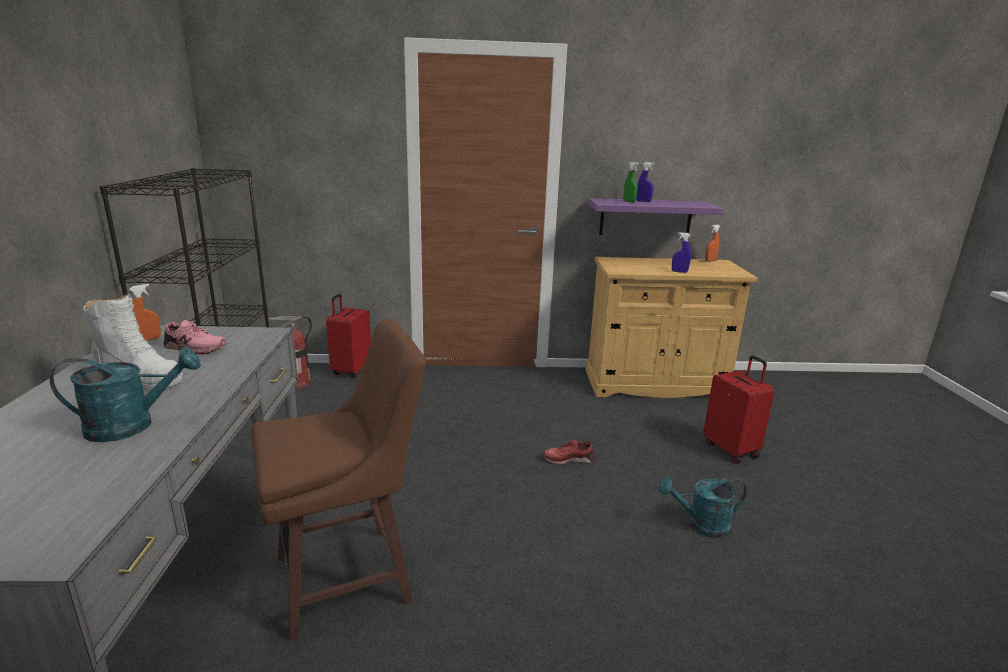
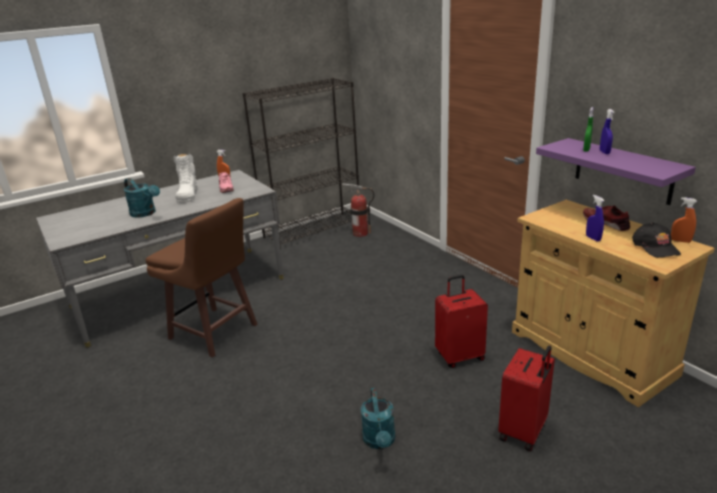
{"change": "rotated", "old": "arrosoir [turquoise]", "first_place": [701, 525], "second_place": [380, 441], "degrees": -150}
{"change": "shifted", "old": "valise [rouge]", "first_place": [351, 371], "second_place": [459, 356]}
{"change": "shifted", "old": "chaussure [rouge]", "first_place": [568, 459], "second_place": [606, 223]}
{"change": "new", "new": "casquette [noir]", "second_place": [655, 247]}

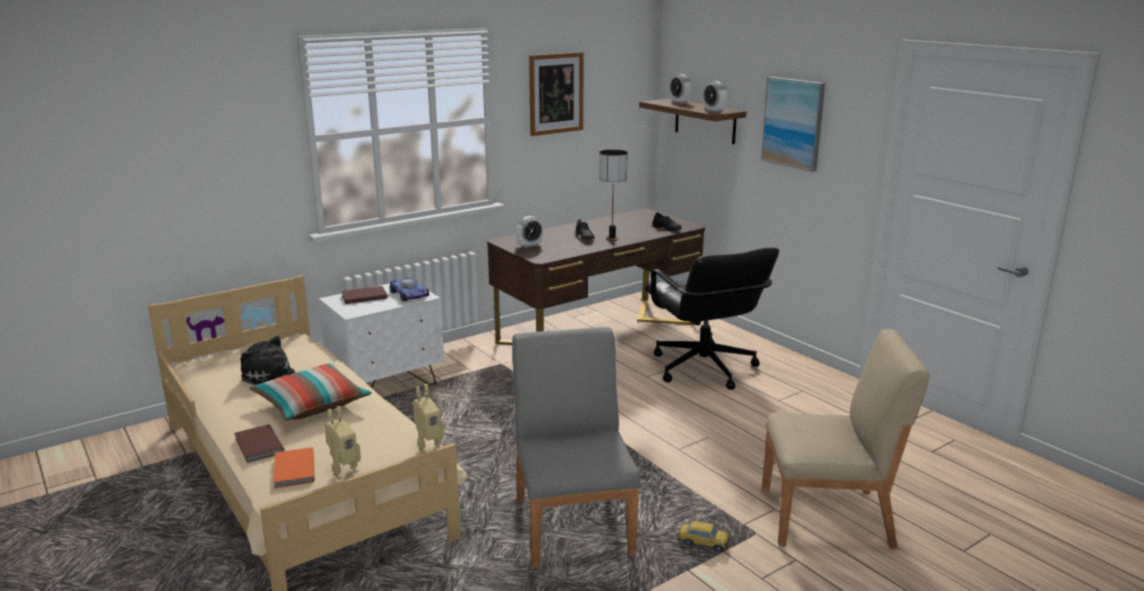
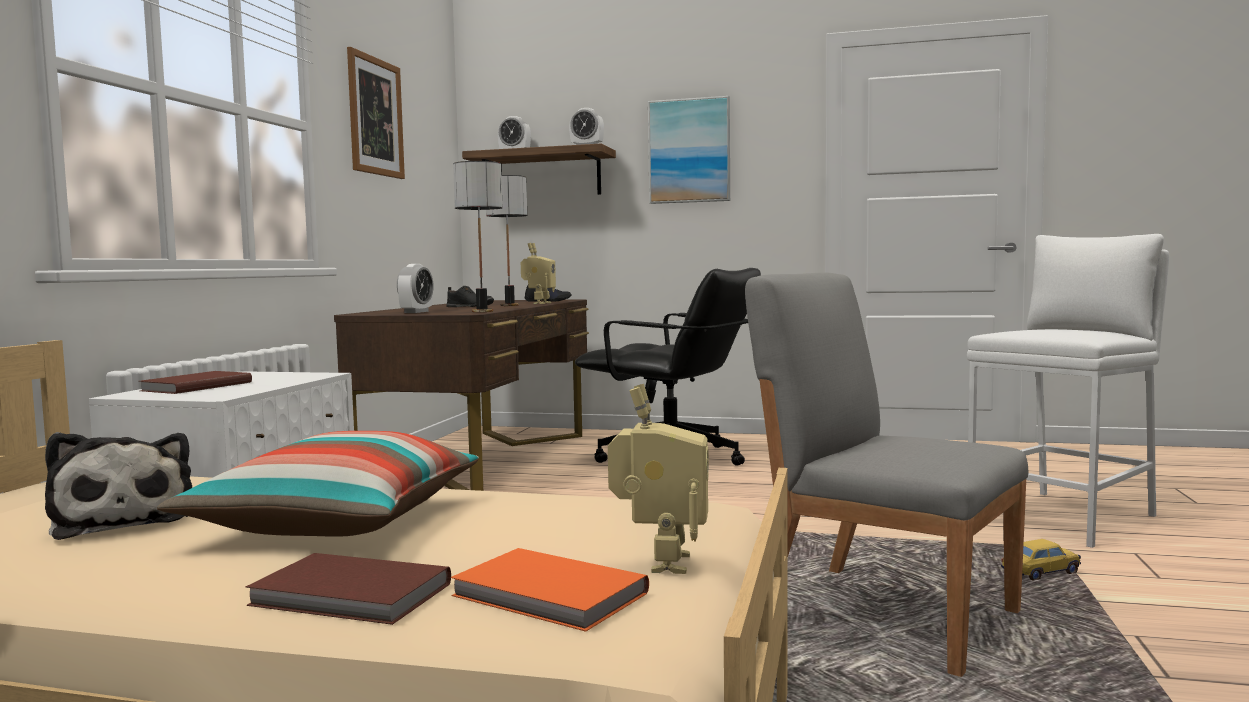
{"change": "rotated", "old": "peluche", "first_place": [270, 377], "second_place": [123, 520], "degrees": -120}
{"change": "new", "new": "lampe de table", "second_place": [482, 311]}
{"change": "shifted", "old": "robot jouet", "first_place": [428, 446], "second_place": [538, 303]}
{"change": "swapped", "old": "chaise [beige]", "new": "tabouret [blanc]", "first_place": [828, 518], "second_place": [1064, 517]}
{"change": "gone", "old": "petite voiture", "first_place": [409, 294]}

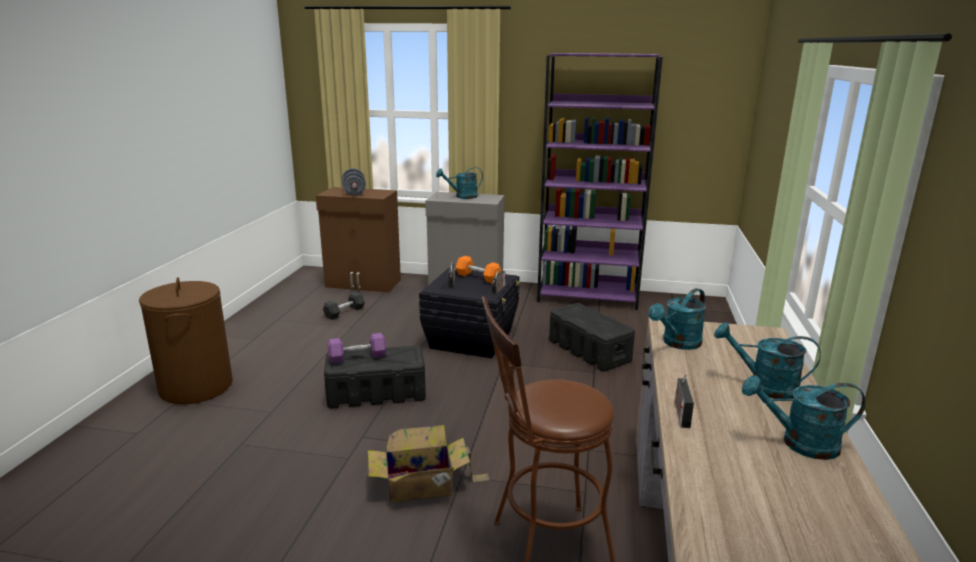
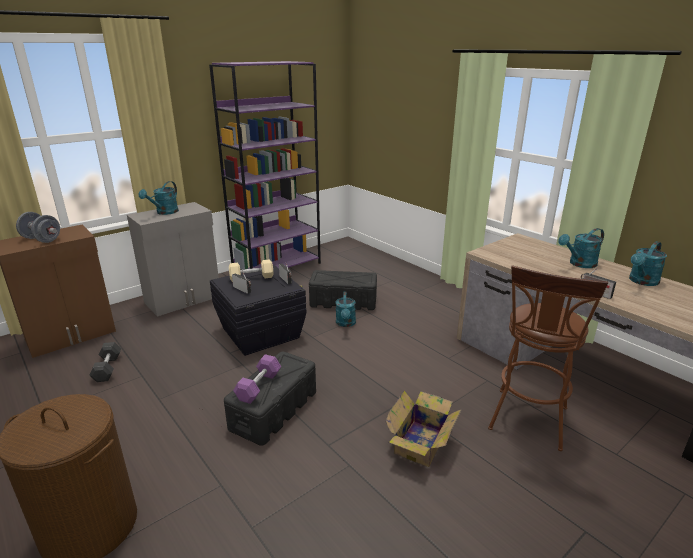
{"change": "repainted", "old": "haltère [orange]", "new": "haltère [beige]", "first_place": [478, 277], "second_place": [251, 277]}
{"change": "shifted", "old": "arrosoir [turquoise]", "first_place": [677, 343], "second_place": [346, 324]}

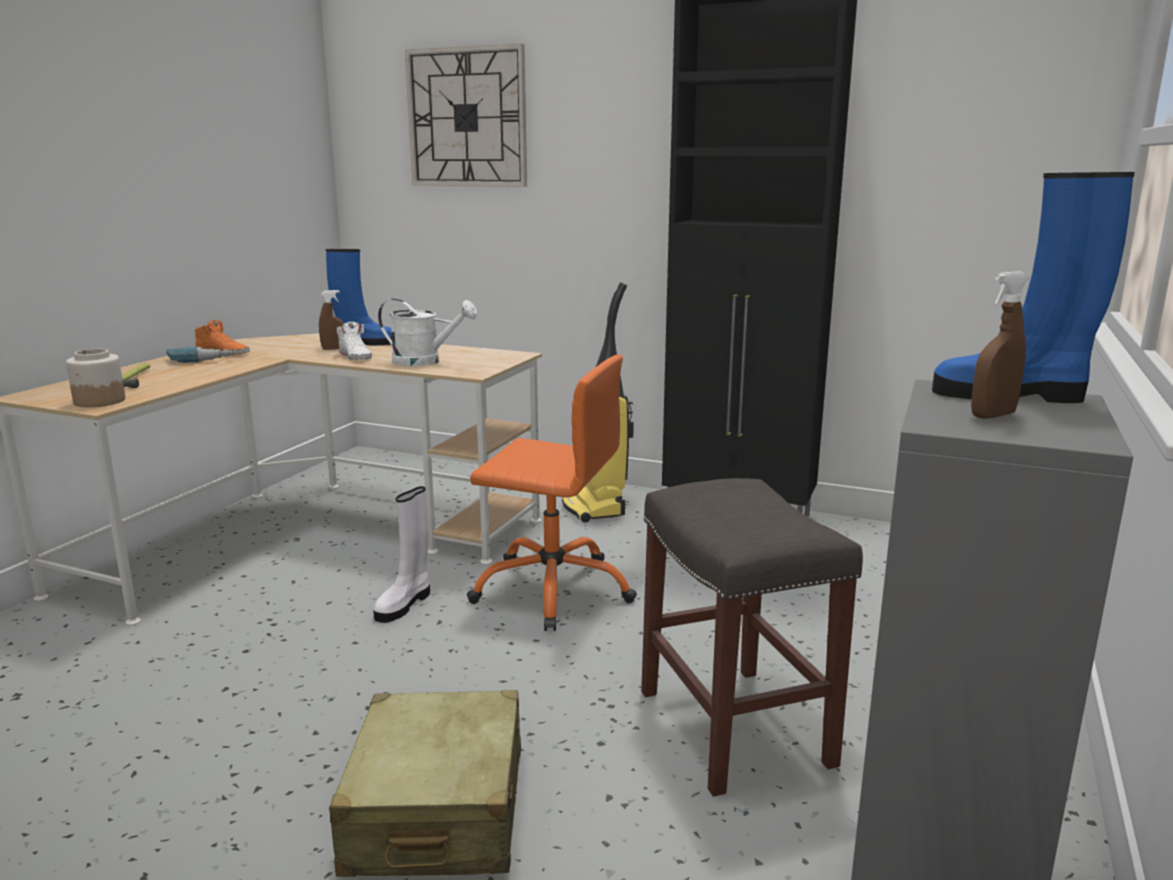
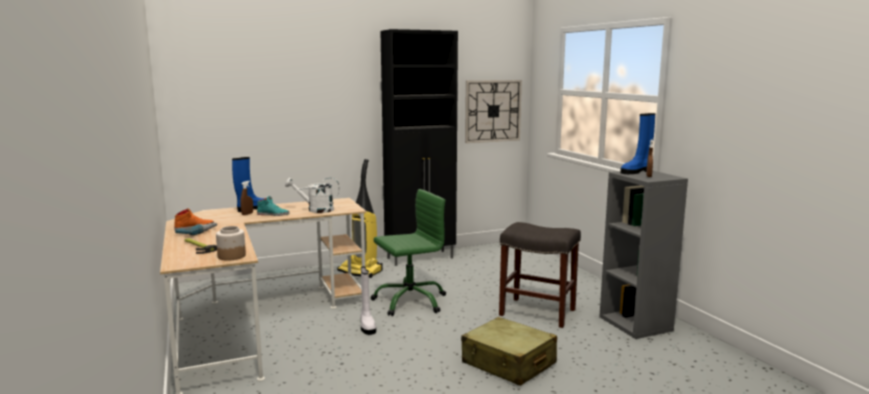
{"change": "repainted", "old": "chaussure [blanc]", "new": "chaussure [turquoise]", "first_place": [355, 356], "second_place": [273, 214]}
{"change": "rotated", "old": "arrosoir [blanc]", "first_place": [425, 362], "second_place": [316, 210], "degrees": -150}
{"change": "repainted", "old": "chaise de bureau [orange]", "new": "chaise de bureau [vert]", "first_place": [553, 589], "second_place": [410, 301]}
{"change": "shifted", "old": "horloge murale", "first_place": [467, 118], "second_place": [492, 111]}

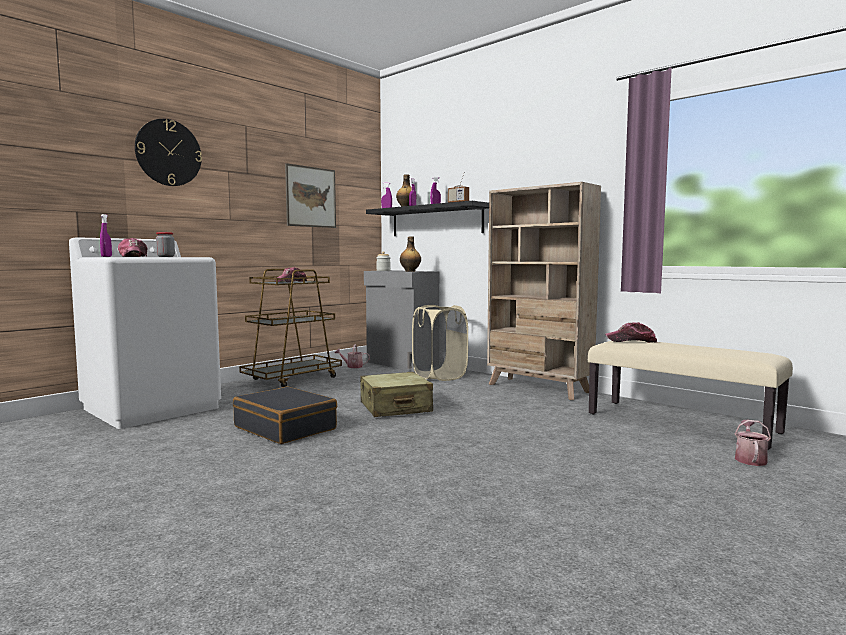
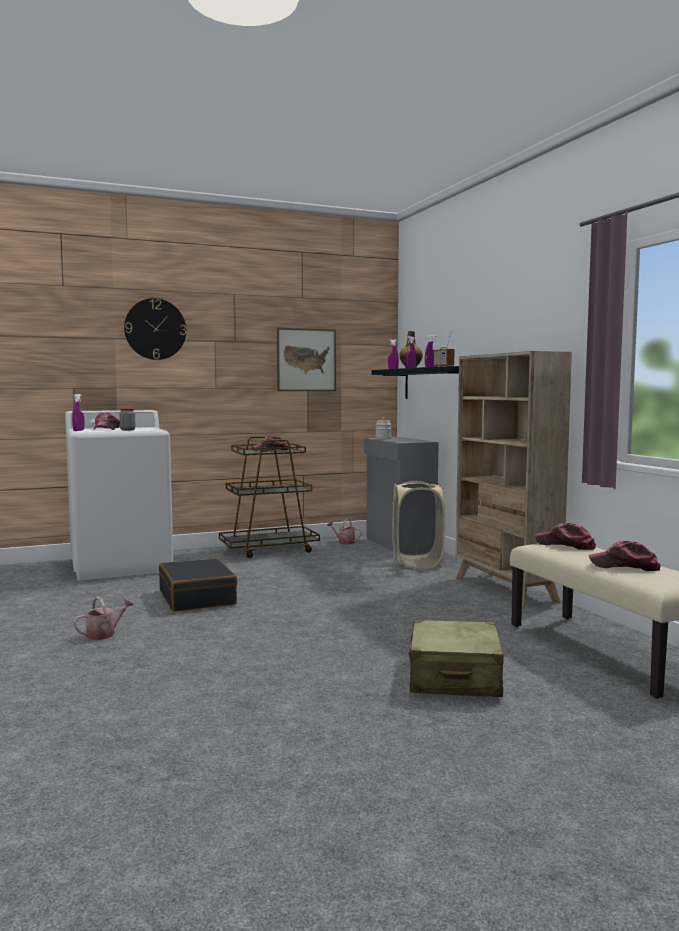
{"change": "shifted", "old": "arrosoir", "first_place": [750, 459], "second_place": [104, 634]}
{"change": "shifted", "old": "valise [beige]", "first_place": [395, 407], "second_place": [454, 677]}
{"change": "new", "new": "casquette", "second_place": [624, 566]}
{"change": "gone", "old": "bouteille", "first_place": [410, 271]}

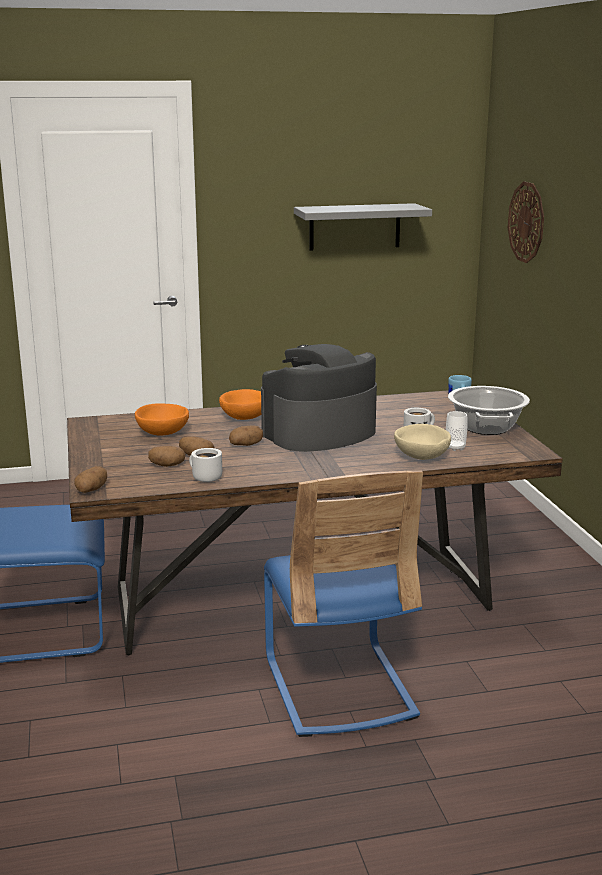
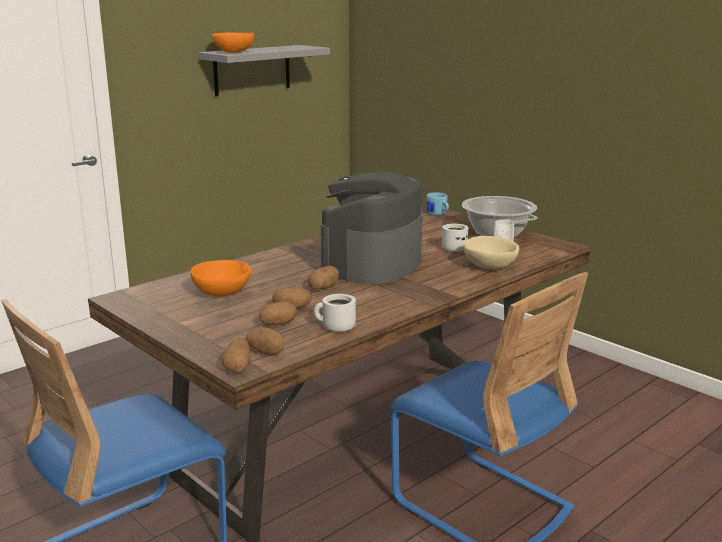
{"change": "shifted", "old": "bol [orange]", "first_place": [245, 417], "second_place": [234, 52]}
{"change": "new", "new": "pomme de terre", "second_place": [266, 352]}
{"change": "gone", "old": "horloge murale", "first_place": [526, 222]}

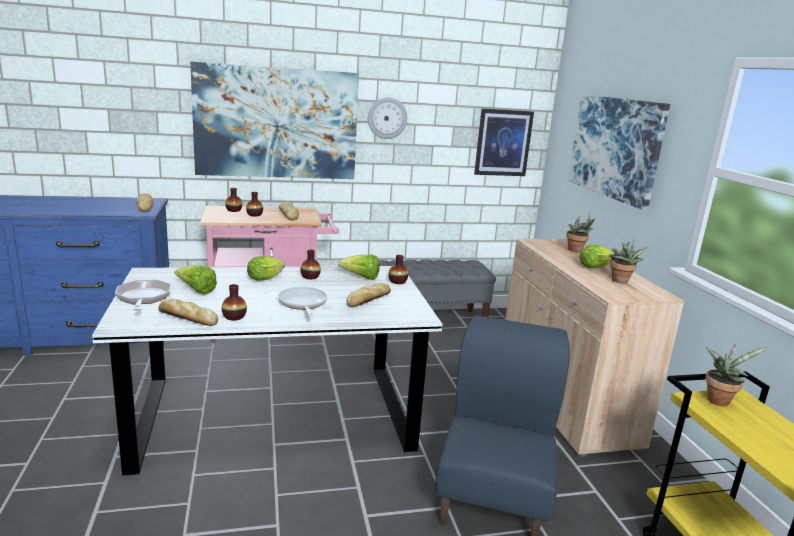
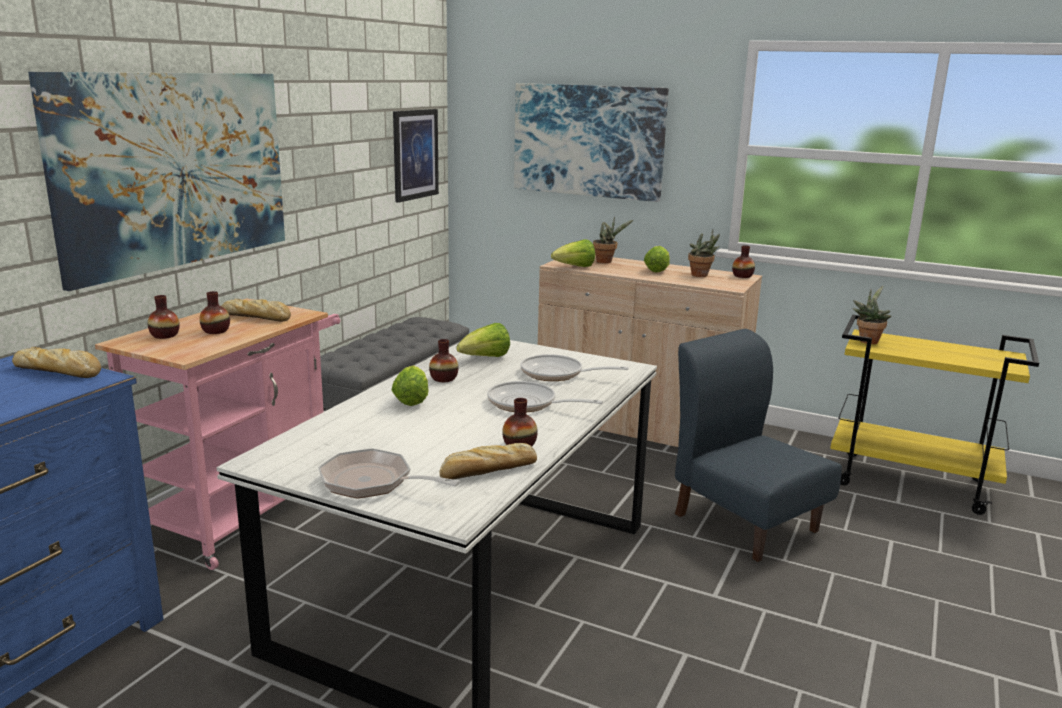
{"change": "swapped", "old": "pain", "new": "poêle", "first_place": [368, 300], "second_place": [557, 374]}
{"change": "shifted", "old": "laitue", "first_place": [196, 291], "second_place": [575, 267]}
{"change": "shifted", "old": "vase", "first_place": [397, 282], "second_place": [742, 276]}
{"change": "gone", "old": "horloge murale", "first_place": [387, 118]}

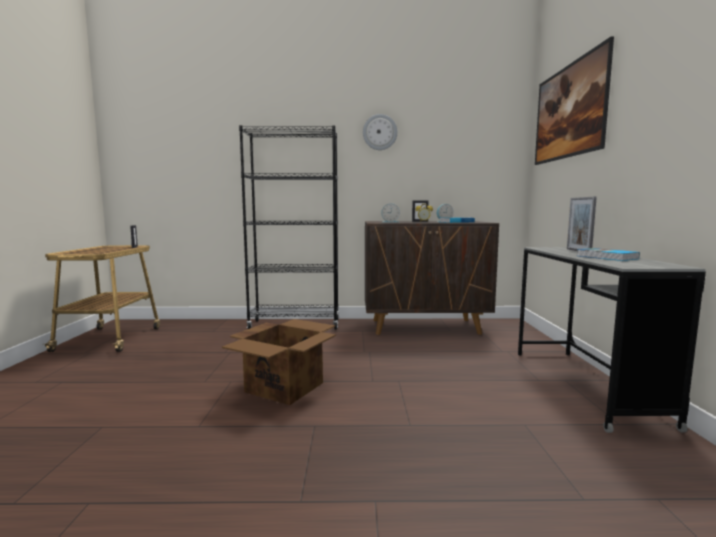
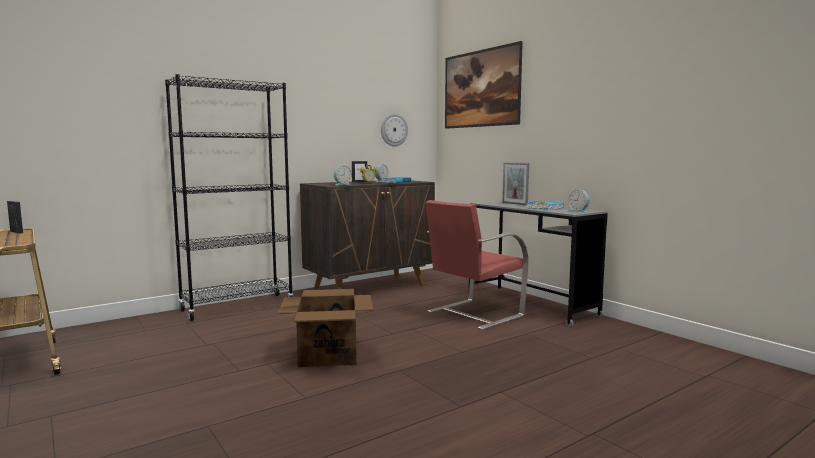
{"change": "shifted", "old": "horloge murale", "first_place": [380, 132], "second_place": [393, 129]}
{"change": "new", "new": "chaise [rouge]", "second_place": [473, 314]}
{"change": "new", "new": "réveil", "second_place": [579, 211]}

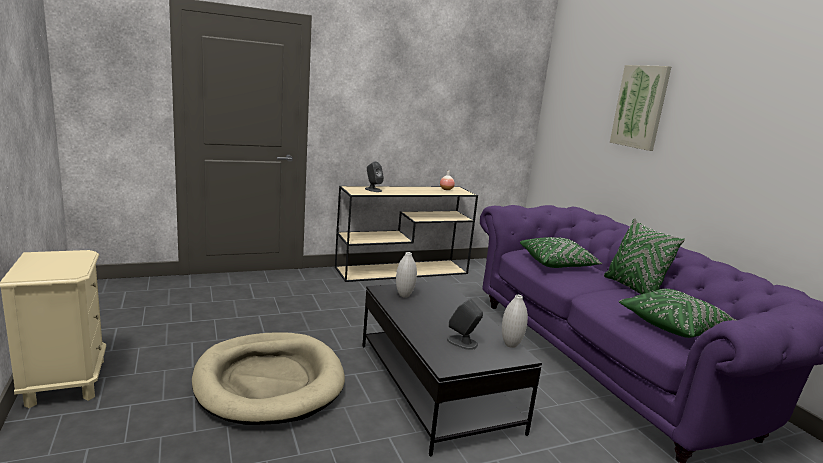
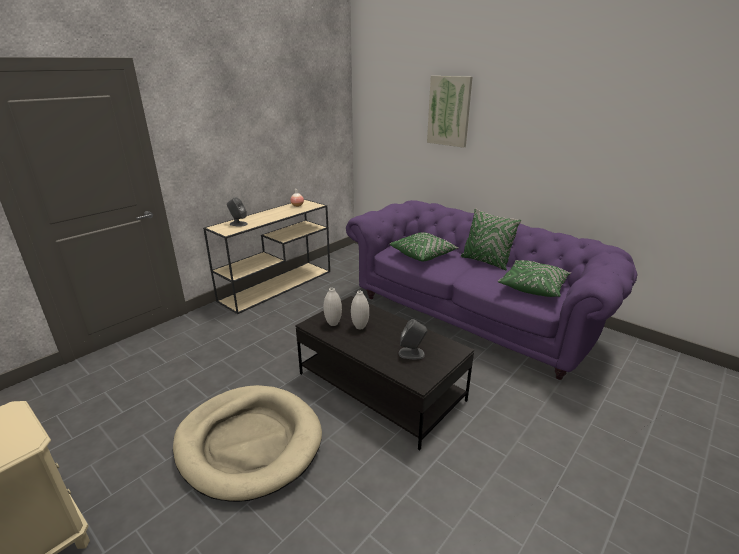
{"change": "shifted", "old": "vase [blanc]", "first_place": [511, 344], "second_place": [360, 327]}

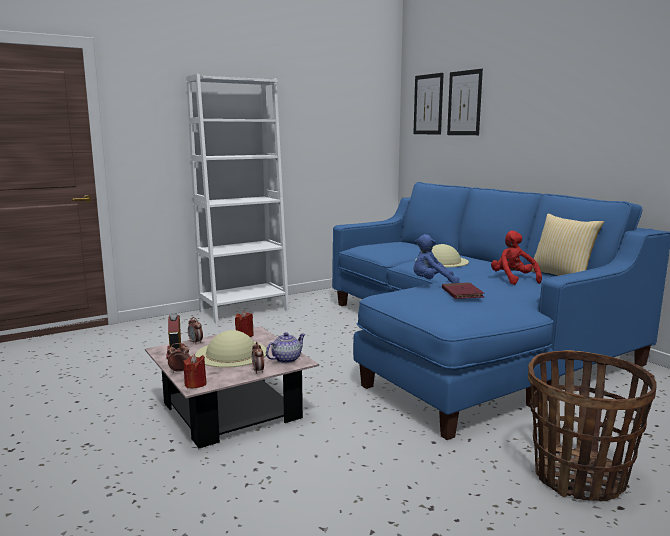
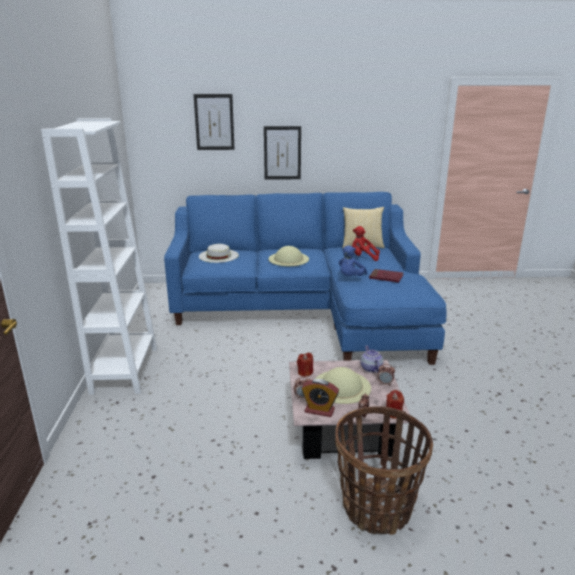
{"change": "new", "new": "chapeau [blanc]", "second_place": [218, 255]}
{"change": "shifted", "old": "tableau", "first_place": [428, 104], "second_place": [282, 153]}
{"change": "shifted", "old": "panier", "first_place": [579, 477], "second_place": [377, 507]}

